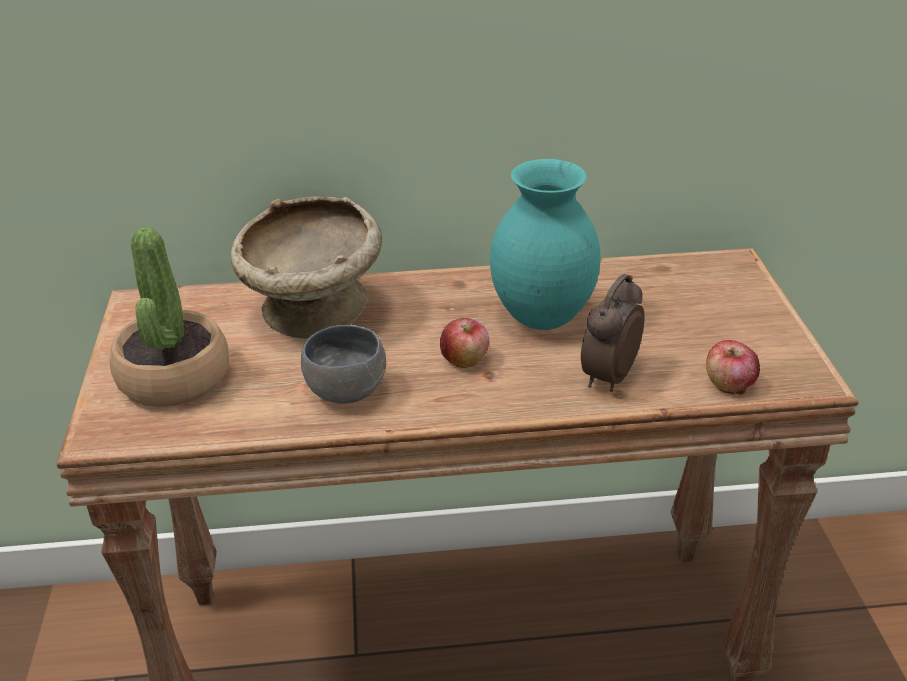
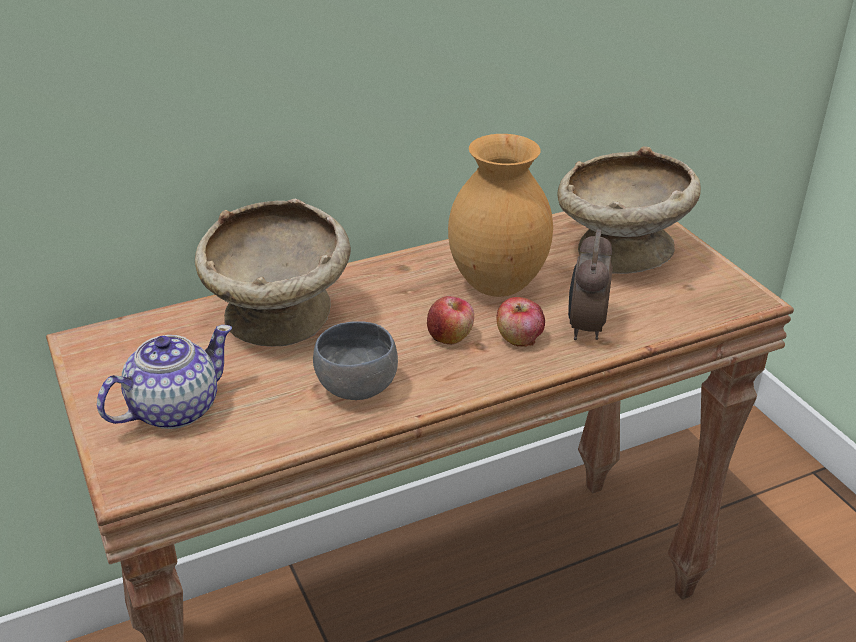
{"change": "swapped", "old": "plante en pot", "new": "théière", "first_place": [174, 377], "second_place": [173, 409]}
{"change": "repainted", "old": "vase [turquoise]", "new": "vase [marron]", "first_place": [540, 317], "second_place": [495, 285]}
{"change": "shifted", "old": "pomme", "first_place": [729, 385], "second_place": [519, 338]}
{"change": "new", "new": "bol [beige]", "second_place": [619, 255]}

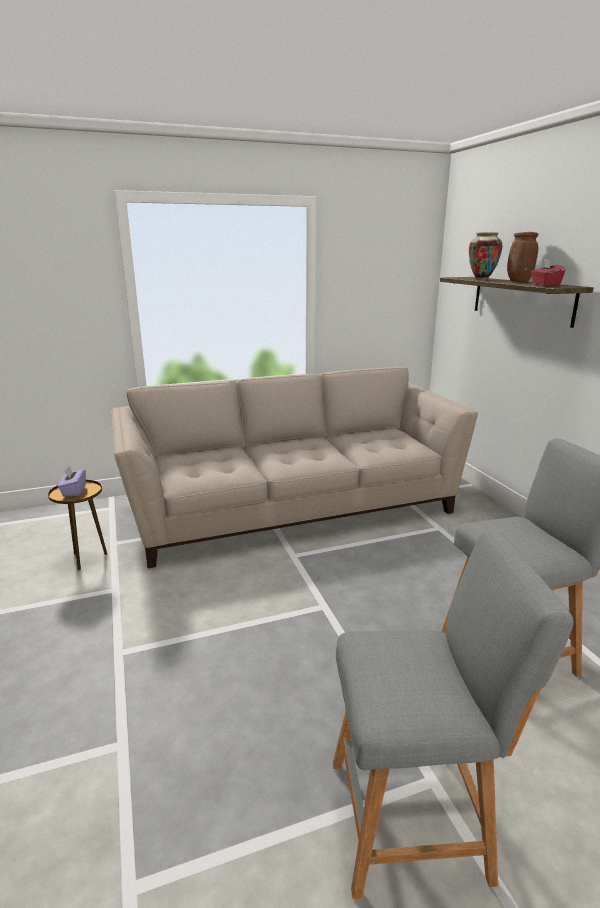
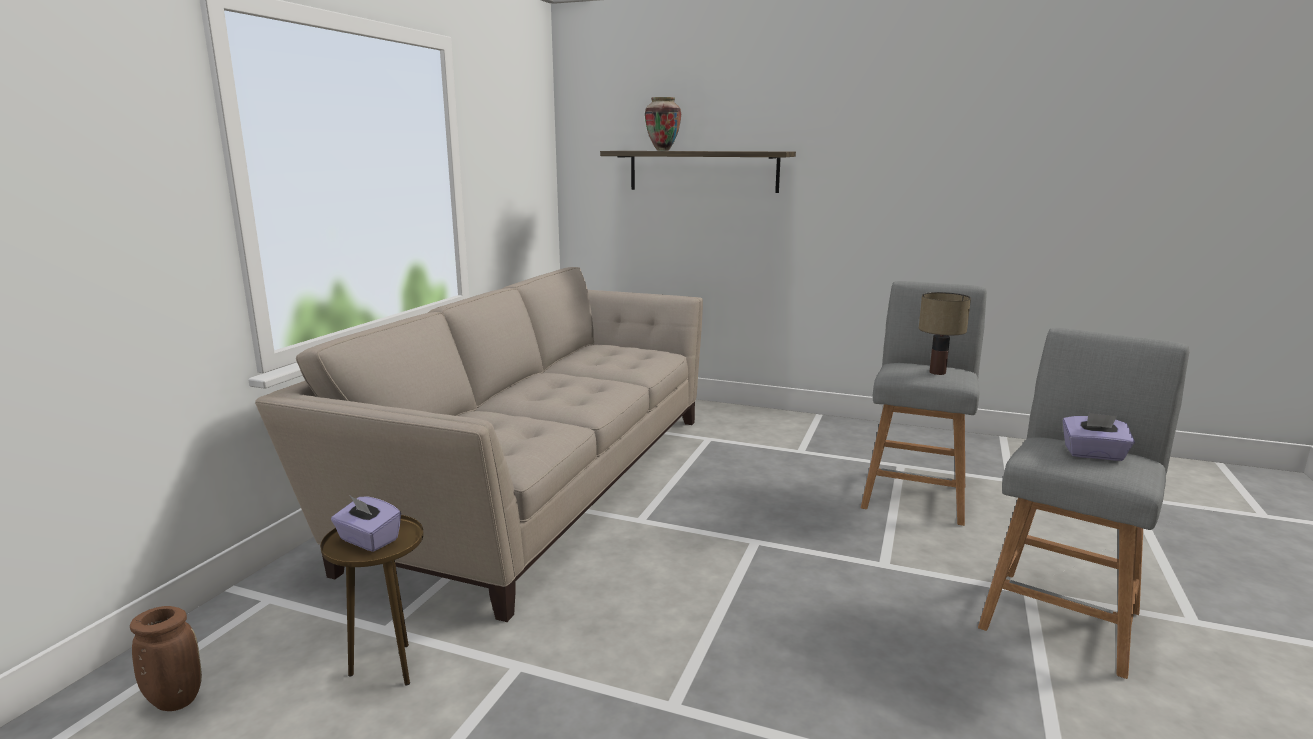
{"change": "shifted", "old": "vase [marron]", "first_place": [518, 281], "second_place": [173, 701]}
{"change": "new", "new": "lampe de table", "second_place": [938, 372]}
{"change": "new", "new": "boîte à mouchoirs [violet]", "second_place": [1093, 454]}
{"change": "gone", "old": "boîte à mouchoirs [rouge]", "first_place": [545, 285]}

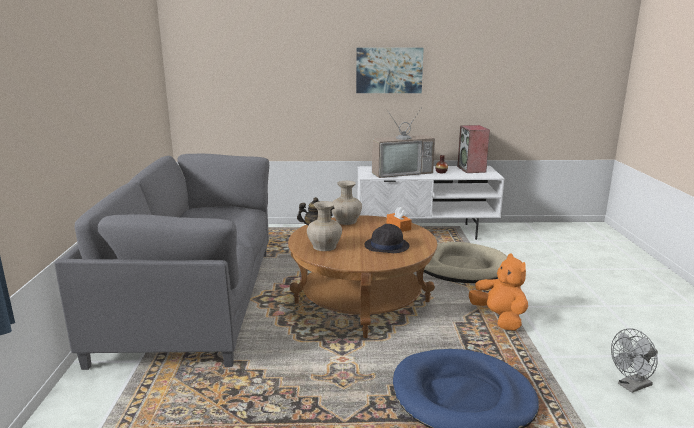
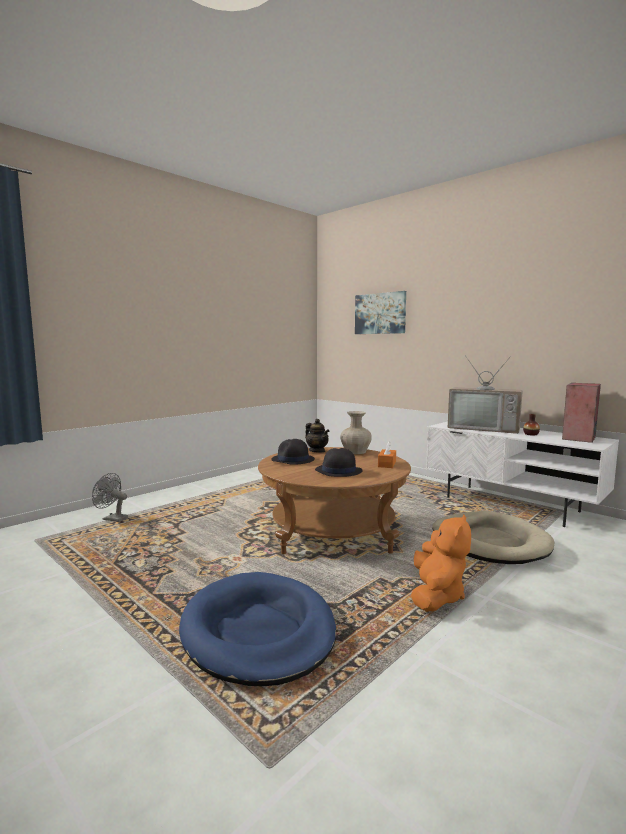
{"change": "shifted", "old": "ventilateur [gris]", "first_place": [631, 386], "second_place": [112, 519]}
{"change": "swapped", "old": "vase [beige]", "new": "chapeau [noir]", "first_place": [325, 247], "second_place": [293, 460]}
{"change": "shifted", "old": "tableau", "first_place": [389, 70], "second_place": [380, 313]}
{"change": "gone", "old": "canapé [gris]", "first_place": [193, 301]}

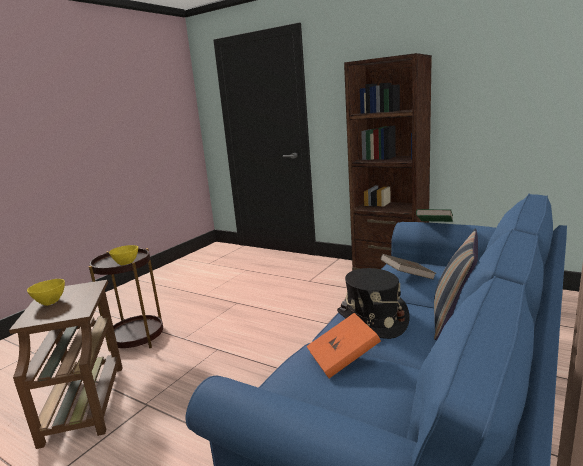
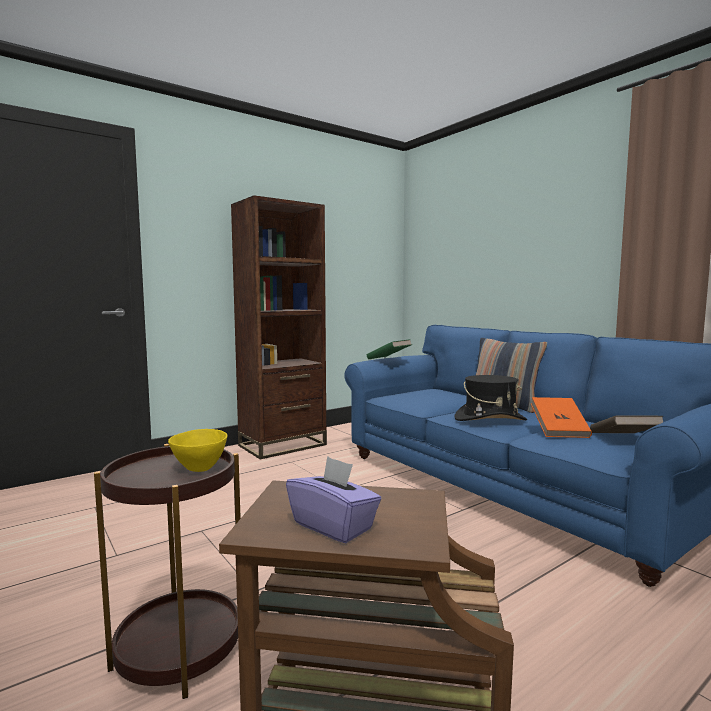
{"change": "swapped", "old": "bol [jaune]", "new": "boîte à mouchoirs [violet]", "first_place": [50, 302], "second_place": [334, 526]}
{"change": "shifted", "old": "livre [marron]", "first_place": [407, 277], "second_place": [623, 440]}

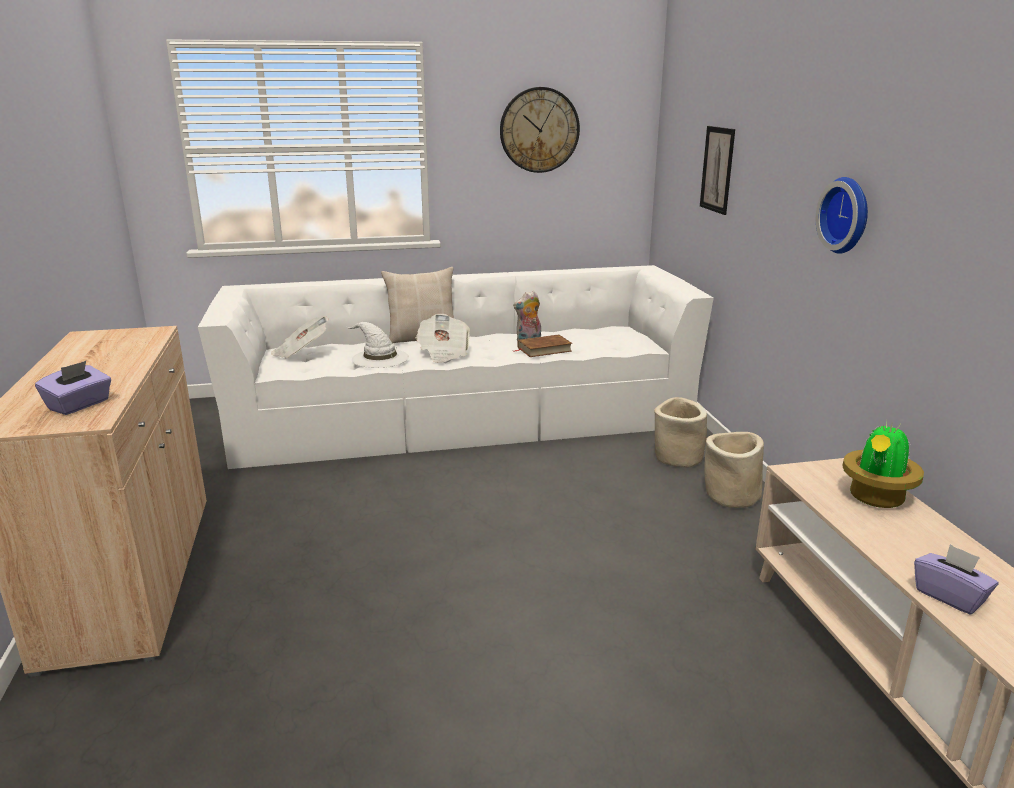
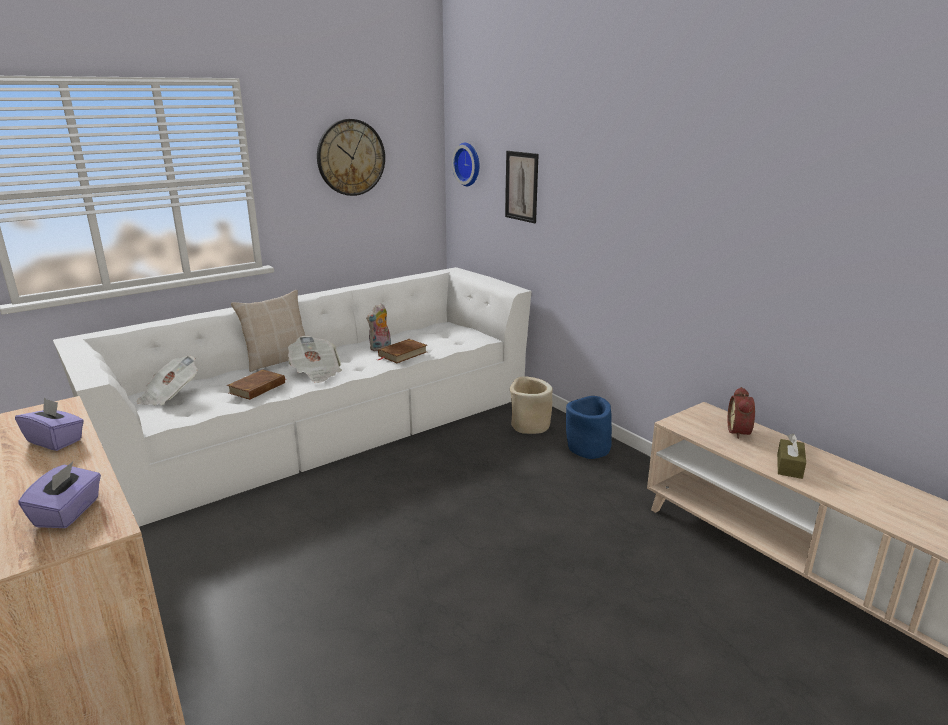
{"change": "shifted", "old": "boîte à mouchoirs [violet]", "first_place": [949, 596], "second_place": [55, 441]}
{"change": "swapped", "old": "chapeau [blanc]", "new": "livre [marron]", "first_place": [379, 358], "second_place": [257, 388]}
{"change": "shifted", "old": "horloge murale", "first_place": [847, 215], "second_place": [469, 164]}
{"change": "repainted", "old": "cache-pot [beige]", "new": "cache-pot [bleu]", "first_place": [731, 495], "second_place": [588, 448]}
{"change": "swapped", "old": "plante en pot", "new": "réveil", "first_place": [875, 498], "second_place": [740, 432]}
{"change": "new", "new": "boîte à mouchoirs [marron]", "second_place": [789, 466]}

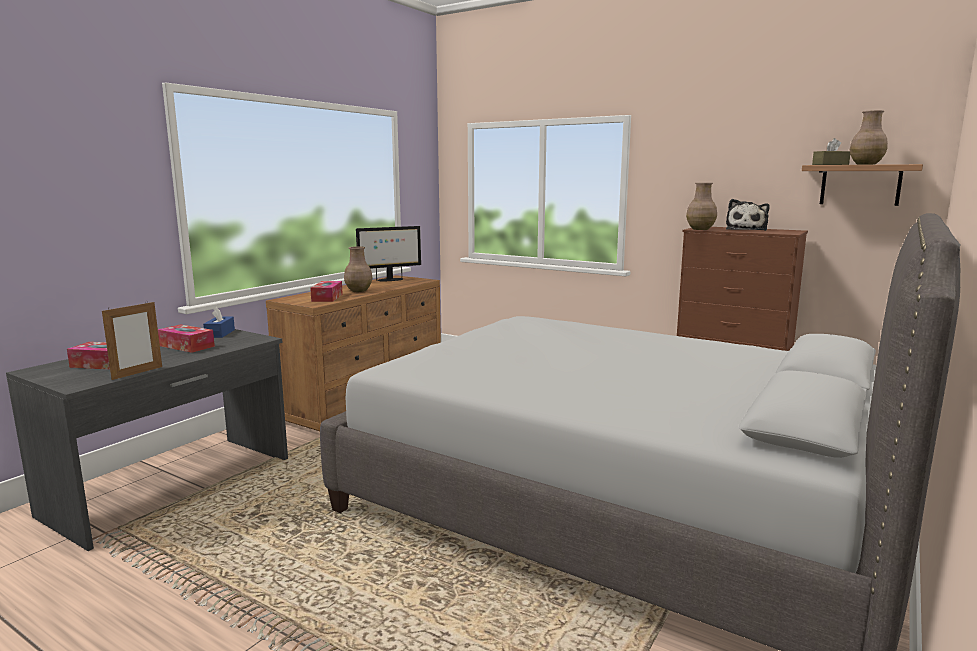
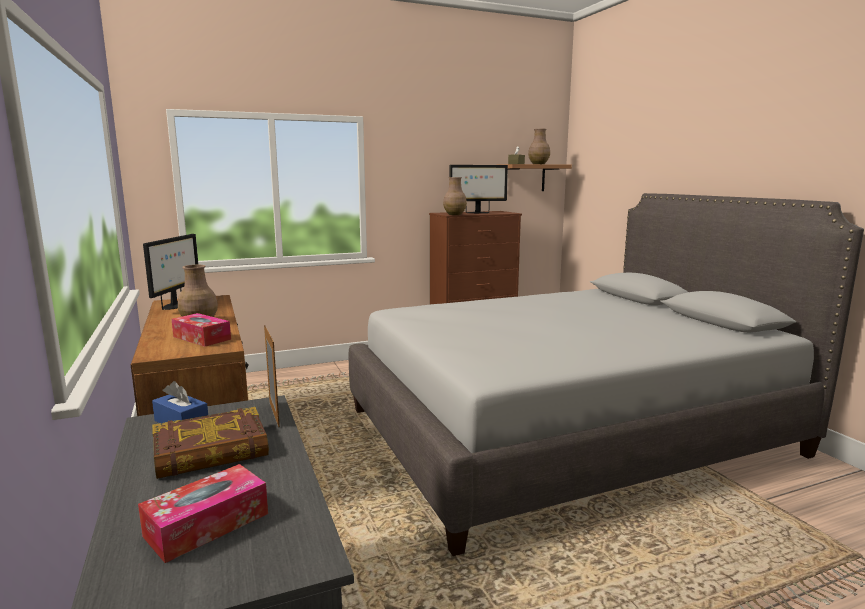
{"change": "swapped", "old": "boîte à mouchoirs", "new": "livre", "first_place": [186, 346], "second_place": [211, 451]}
{"change": "shifted", "old": "cadre photo", "first_place": [137, 373], "second_place": [274, 414]}
{"change": "swapped", "old": "peluche", "new": "écran d'ordinateur", "first_place": [746, 230], "second_place": [477, 213]}

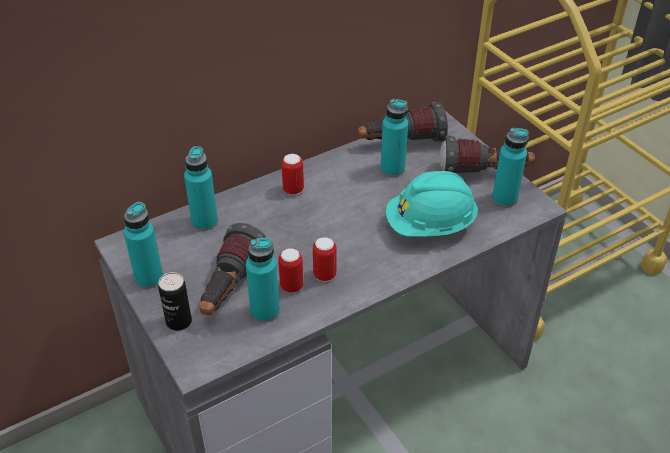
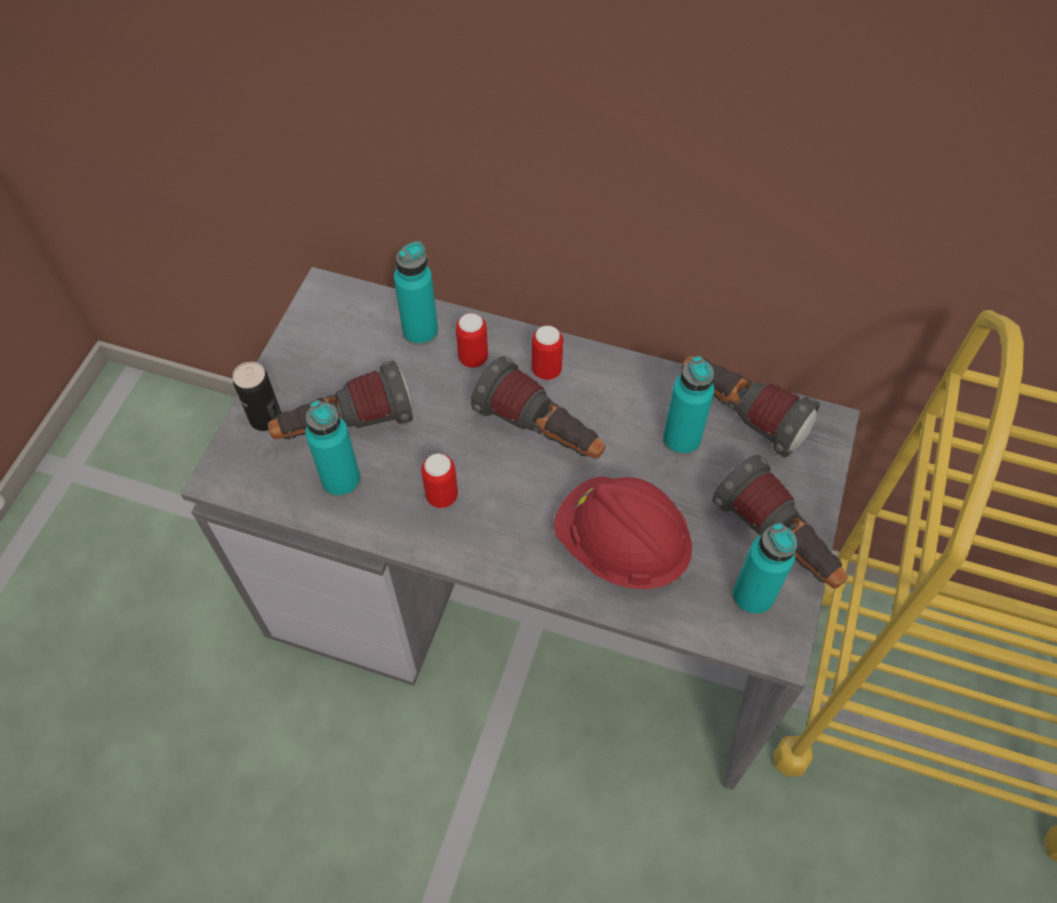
{"change": "shifted", "old": "boîte métallique", "first_place": [291, 286], "second_place": [473, 358]}
{"change": "new", "new": "lampe de poche", "second_place": [541, 433]}
{"change": "repainted", "old": "casque de chantier [turquoise]", "new": "casque de chantier [rouge]", "first_place": [430, 226], "second_place": [621, 546]}
{"change": "gone", "old": "bouteille [turquoise]", "first_place": [149, 278]}

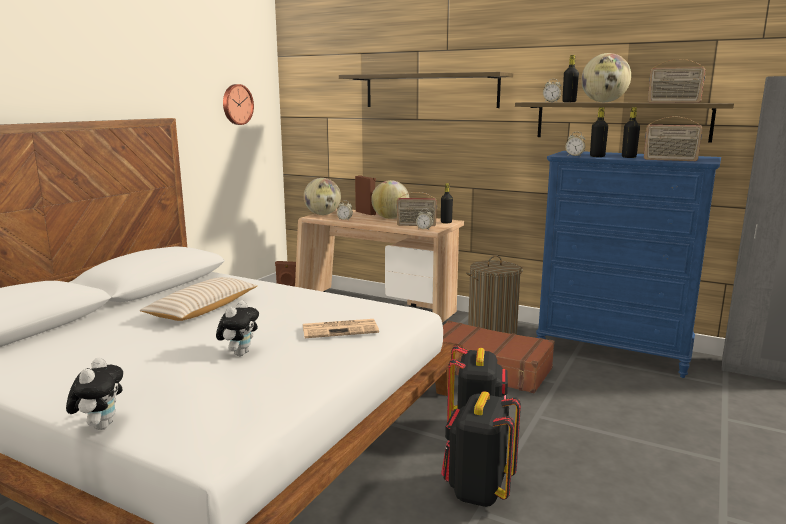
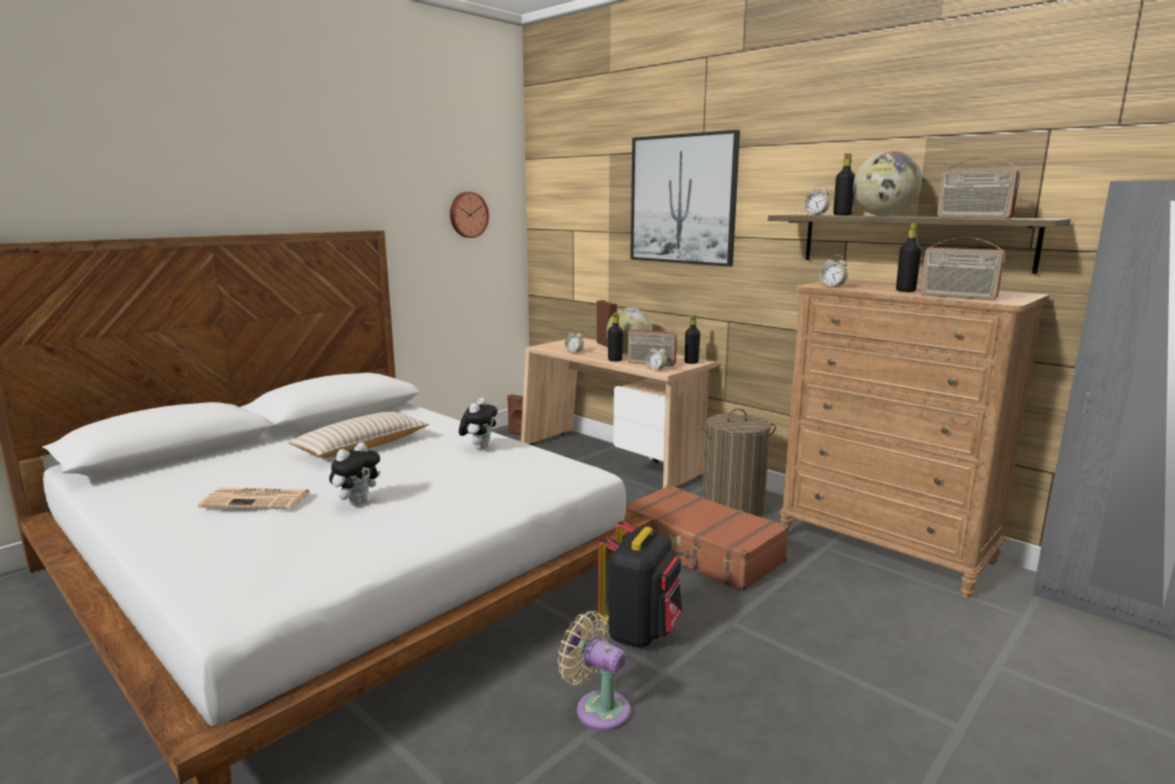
{"change": "shifted", "old": "journal", "first_place": [341, 329], "second_place": [258, 499]}
{"change": "shifted", "old": "peluche", "first_place": [100, 425], "second_place": [479, 448]}
{"change": "swapped", "old": "sac à dos [noir]", "new": "ventilateur [beige]", "first_place": [478, 490], "second_place": [598, 708]}
{"change": "shifted", "old": "bouteille [noir]", "first_place": [597, 156], "second_place": [615, 360]}
{"change": "swapped", "old": "étagère", "new": "tableau", "first_place": [430, 91], "second_place": [682, 199]}
{"change": "repainted", "old": "commode [bleu]", "new": "commode [marron]", "first_place": [613, 351], "second_place": [885, 548]}
{"change": "gone", "old": "globe", "first_place": [322, 214]}

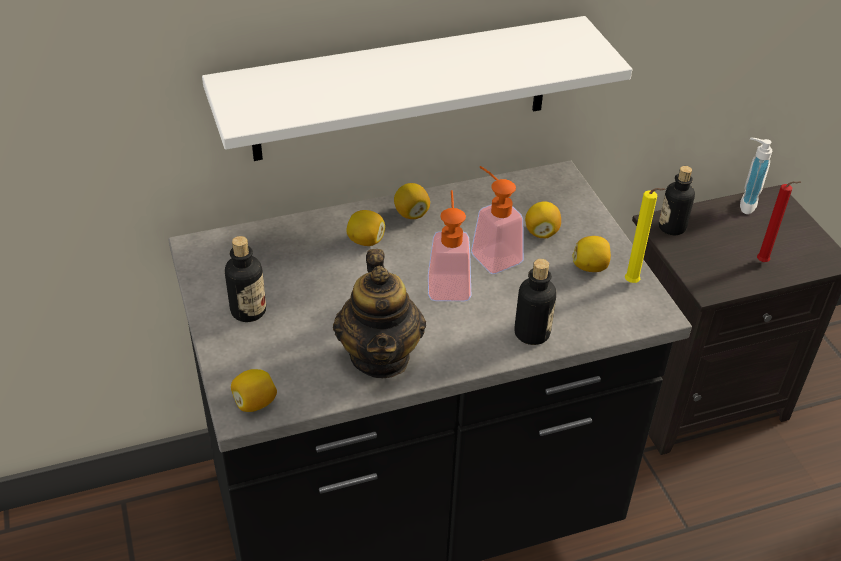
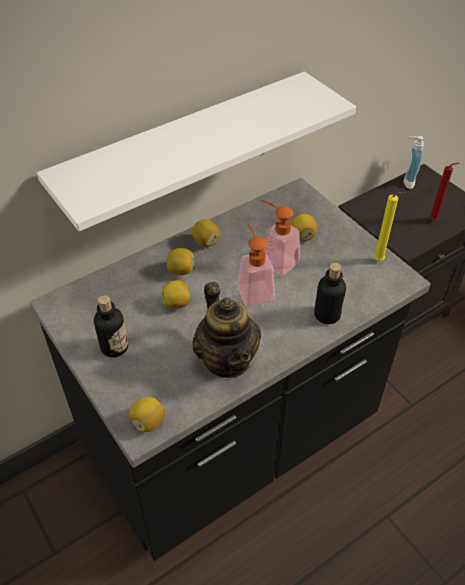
{"change": "shifted", "old": "citron", "first_place": [590, 267], "second_place": [177, 303]}
{"change": "gone", "old": "bouteille", "first_place": [672, 227]}

